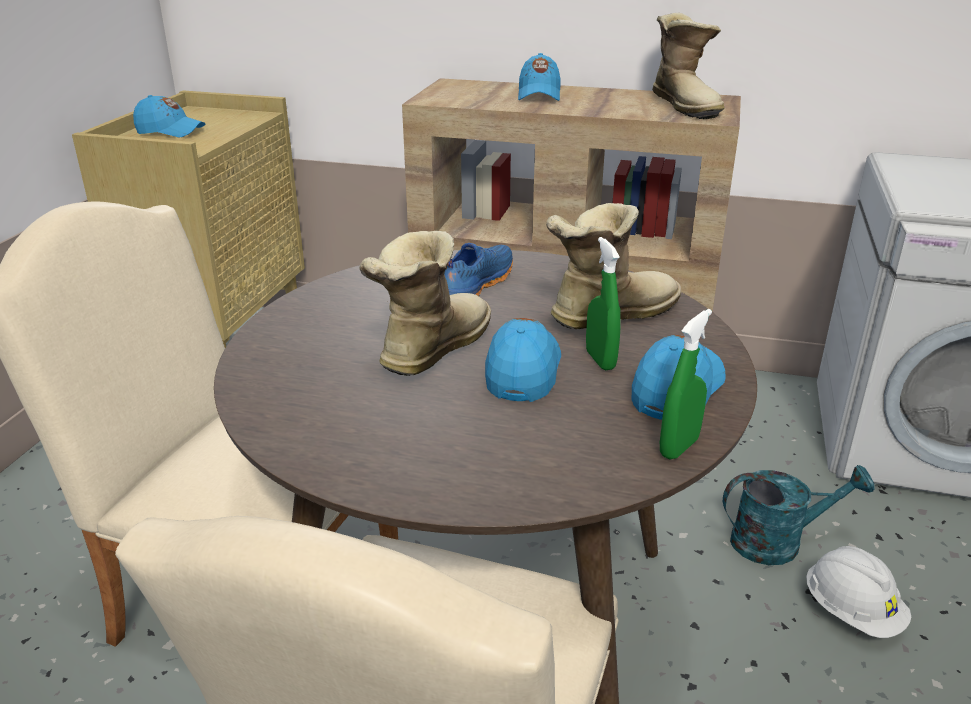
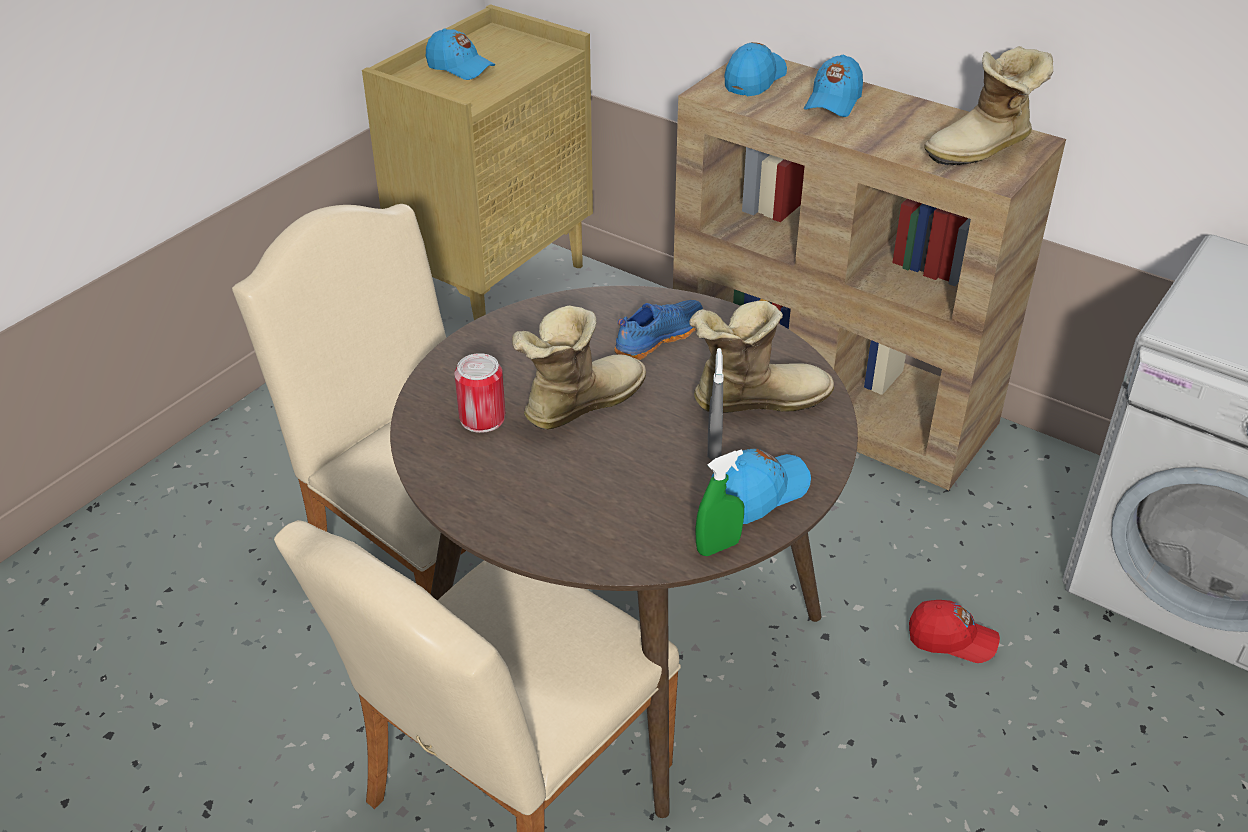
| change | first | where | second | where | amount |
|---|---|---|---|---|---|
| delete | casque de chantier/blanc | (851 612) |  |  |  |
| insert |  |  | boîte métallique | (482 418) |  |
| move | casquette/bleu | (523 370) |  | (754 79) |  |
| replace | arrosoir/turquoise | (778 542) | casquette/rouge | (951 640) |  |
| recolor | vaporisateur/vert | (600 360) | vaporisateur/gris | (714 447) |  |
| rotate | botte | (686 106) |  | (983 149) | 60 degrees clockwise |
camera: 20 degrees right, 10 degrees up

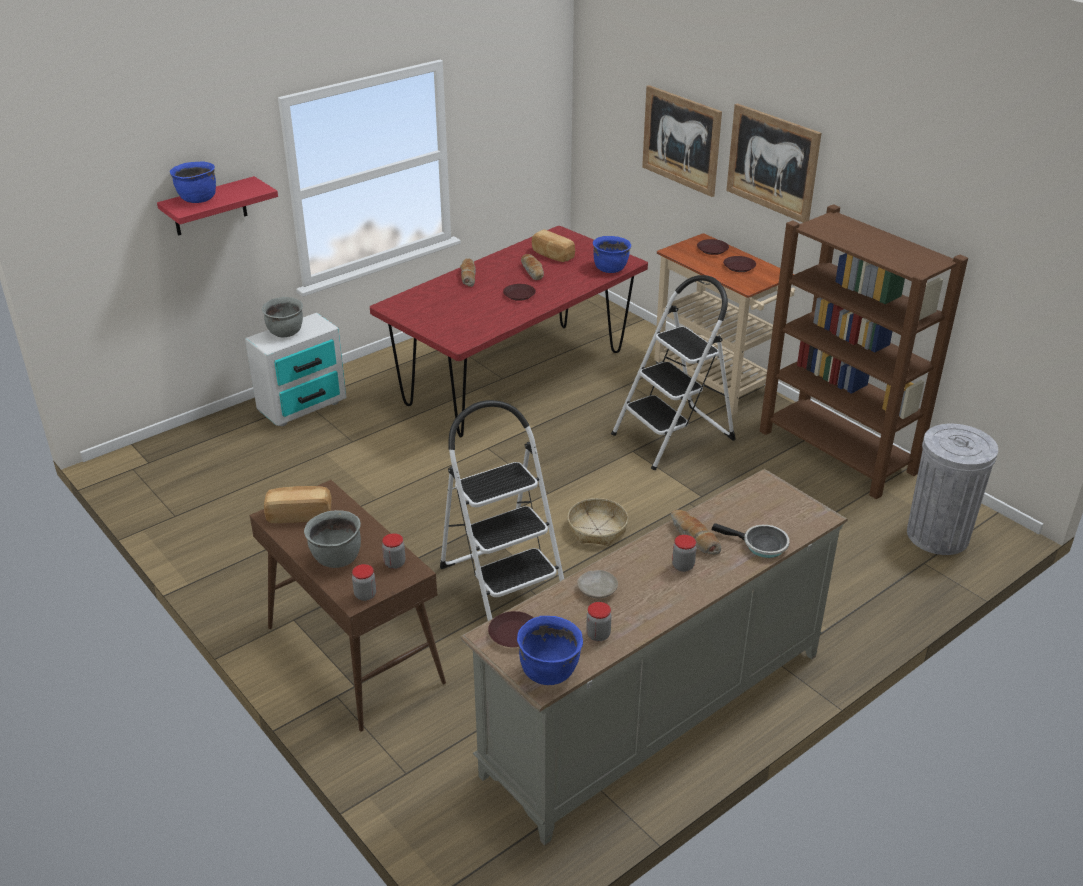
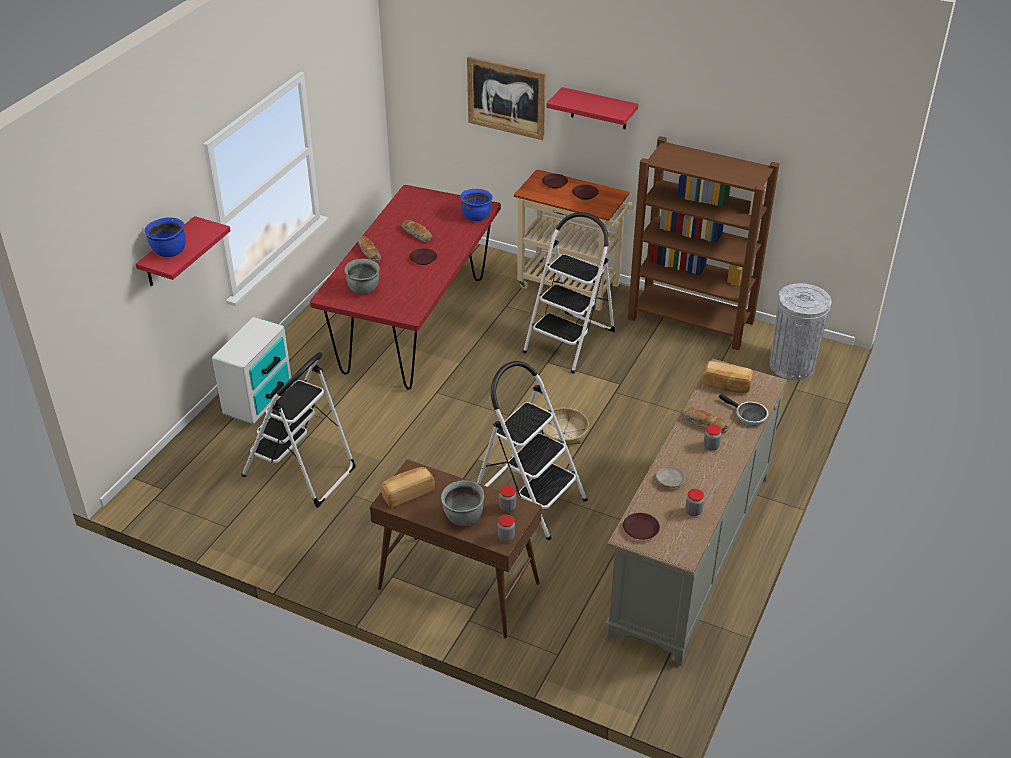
| change | first | where | second | where | amount |
|---|---|---|---|---|---|
| delete | marmite/bleu | (549 671) |  |  |  |
| insert |  |  | escabeau | (301 473) |  |
| move | marmite/gris | (286 332) |  | (364 289) |  |
| move | pain | (552 255) |  | (726 386) |  |
| replace | tableau | (772 162) | étagère/rouge | (599 109) |  |
| rotate | poêle | (761 545) |  | (748 416) | 45 degrees clockwise |
camera: 25 degrees left, 5 degrees up

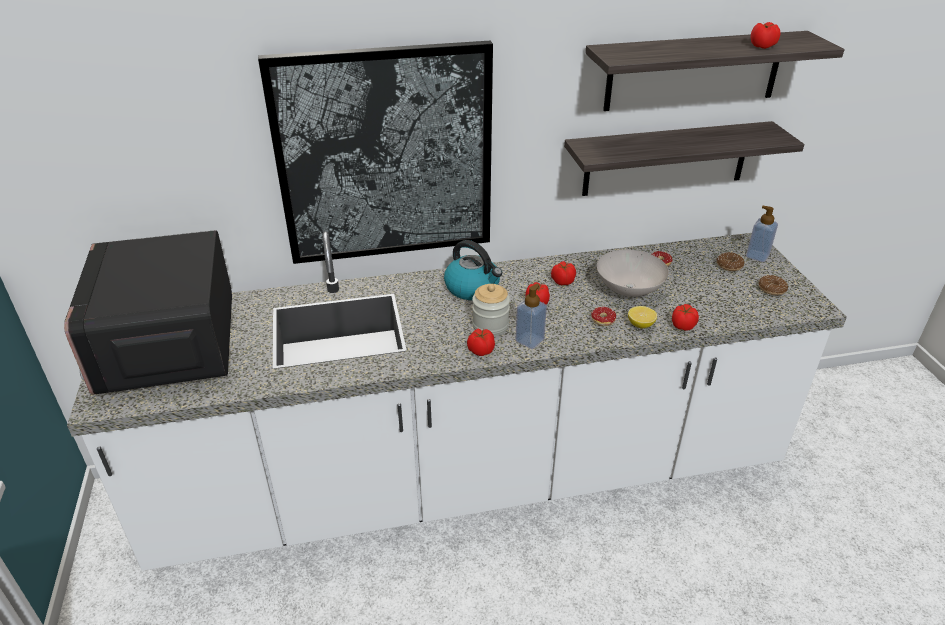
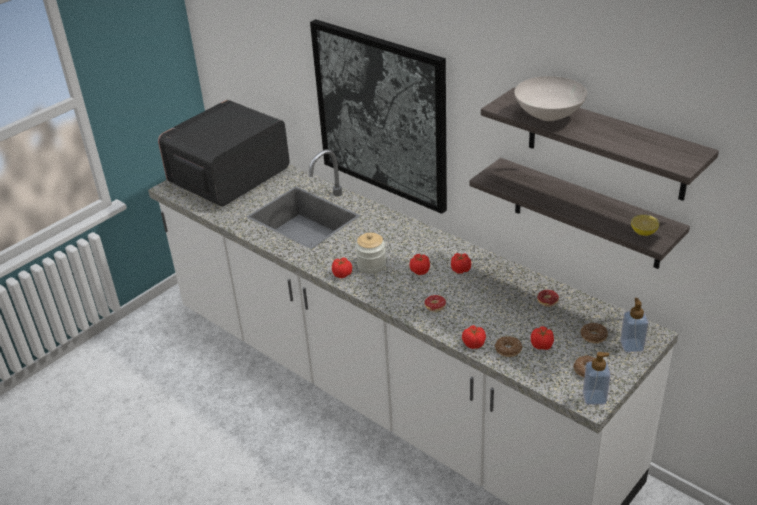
| change | first | where | second | where | amount |
|---|---|---|---|---|---|
| delete | bouilloire | (473 288) |  |  |  |
| insert |  |  | beignet | (508 350) |  |
| move | distributeur de savon | (529 340) |  | (594 397) |  |
| move | bol/blanc | (630 290) |  | (550 116) |  |
| move | citron | (640 325) |  | (643 233) |  |
| move | tomate | (762 46) |  | (542 345) |  |
camera: 55 degrees right, 0 degrees up

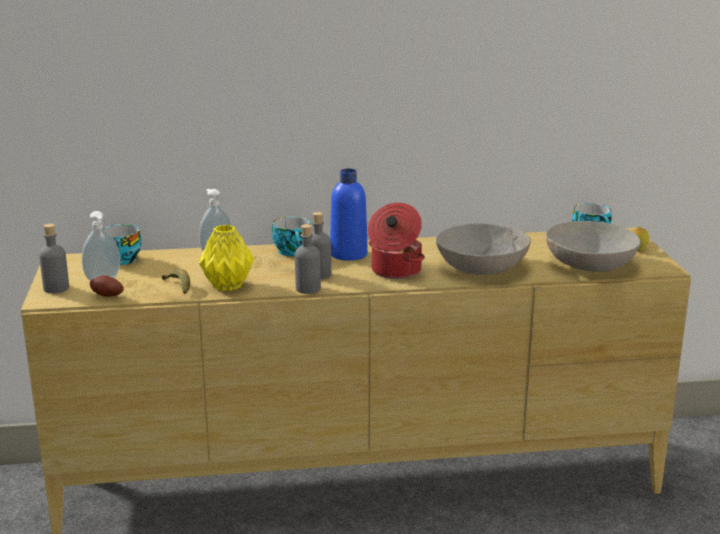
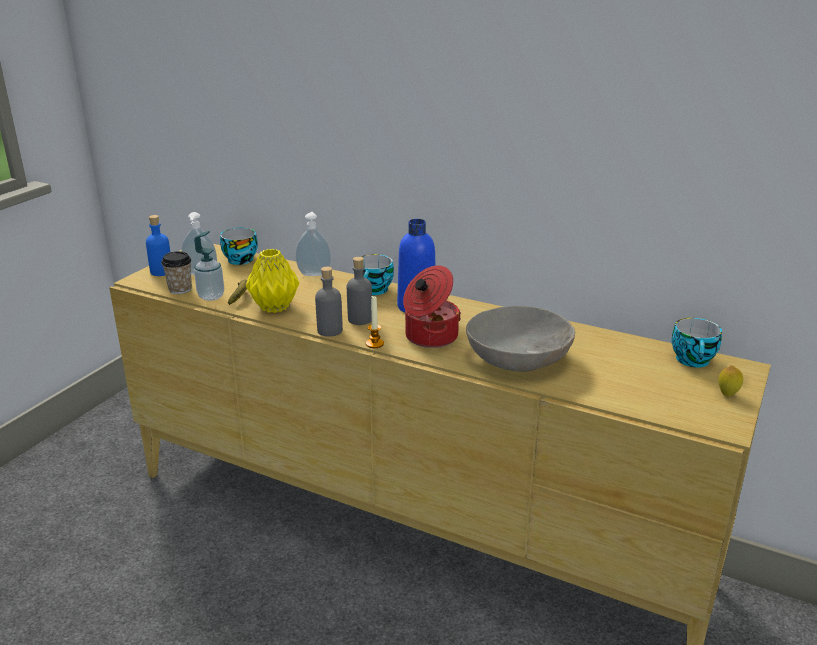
| change | first | where | second | where | amount |
|---|---|---|---|---|---|
| delete | bol/gris | (590 265) |  |  |  |
| insert |  |  | distributeur de savon | (211 296) |  |
| insert |  |  | bougie | (374 344) |  |
| replace | pomme de terre | (107 296) | tasse | (180 289) |  |
| recolor | bouteille/gris | (56 288) | bouteille/bleu | (161 271) |  |
camera: 35 degrees right, 5 degrees up

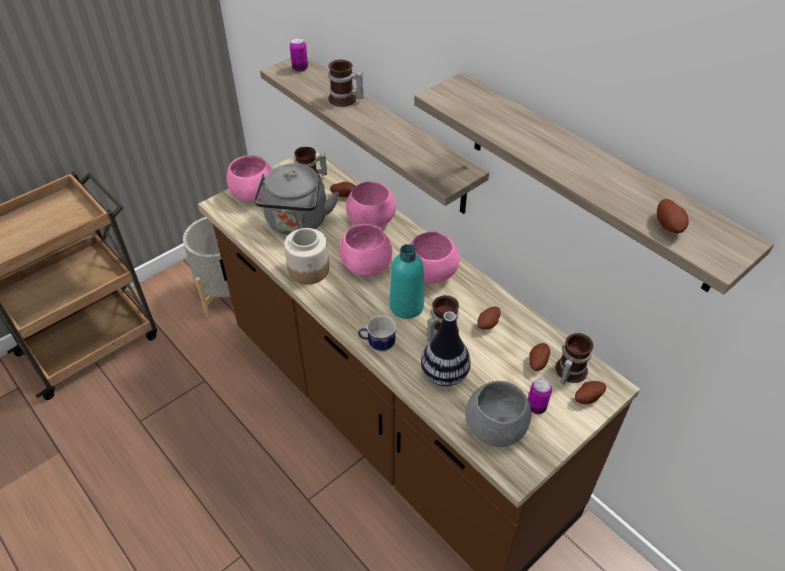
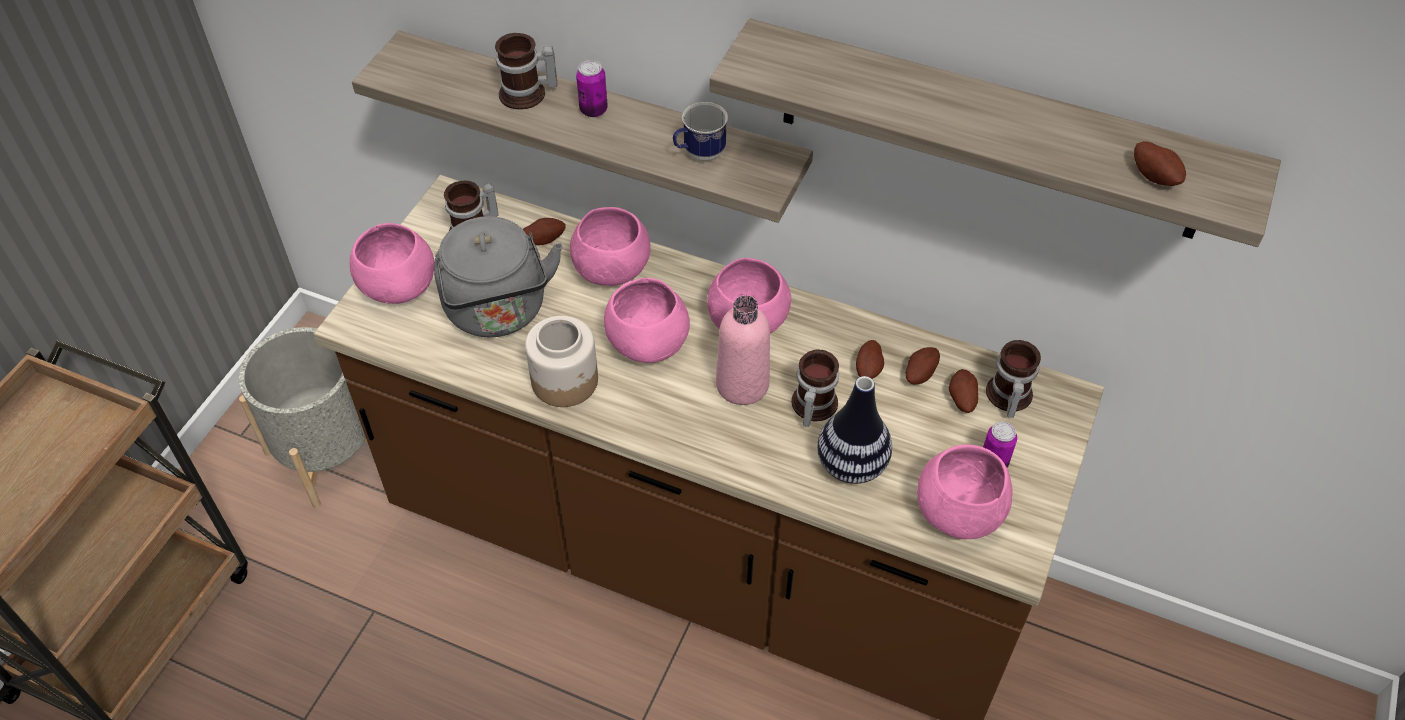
| change | first | where | second | where | amount |
|---|---|---|---|---|---|
| move | boîte métallique | (300 68) |  | (593 110) |  |
| move | mug | (377 345) |  | (699 154) |  |
| move | pomme de terre | (587 397) |  | (919 373) |  |
| recolor | bouteille/turquoise | (406 306) | bouteille/rose | (742 384) |  |
| recolor | bol/gris | (495 429) | bol/rose | (959 514) |  |
camera: 25 degrees left, 5 degrees up

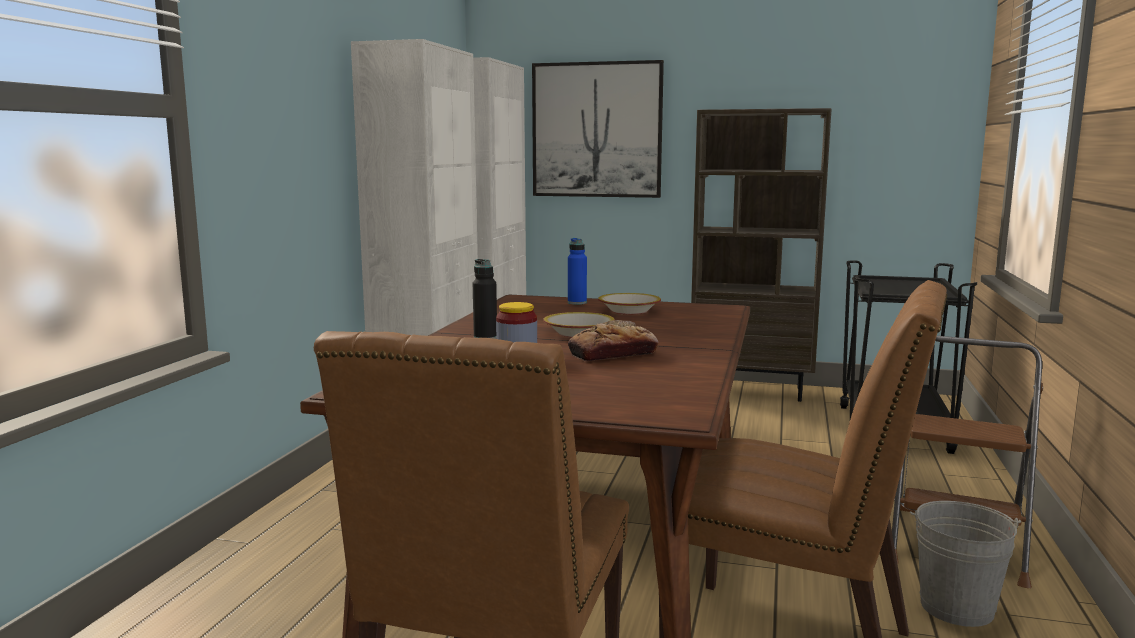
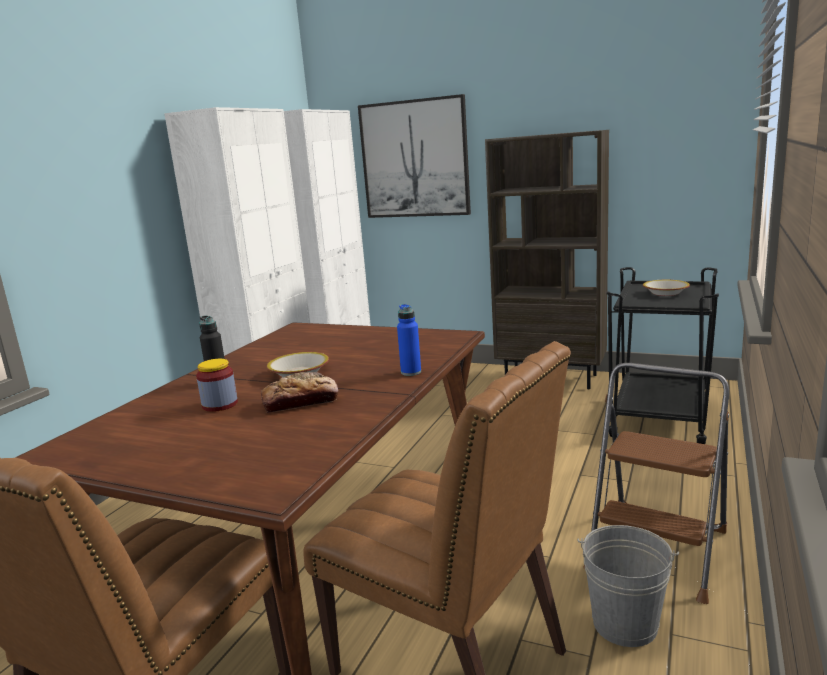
| change | first | where | second | where | amount |
|---|---|---|---|---|---|
| move | bouteille/bleu | (577 303) |  | (411 372) |  |
| move | bol | (629 311) |  | (665 293) |  |
camera: 10 degrees right, 5 degrees up

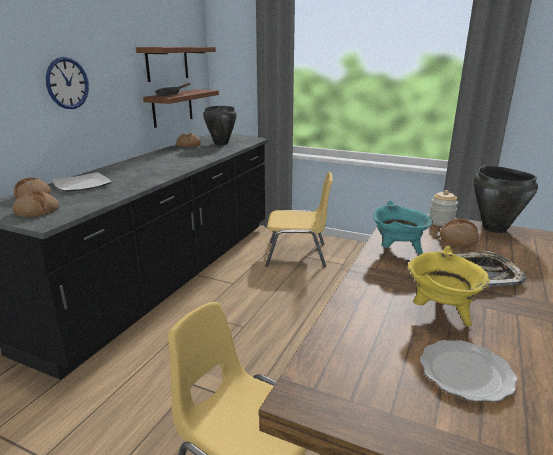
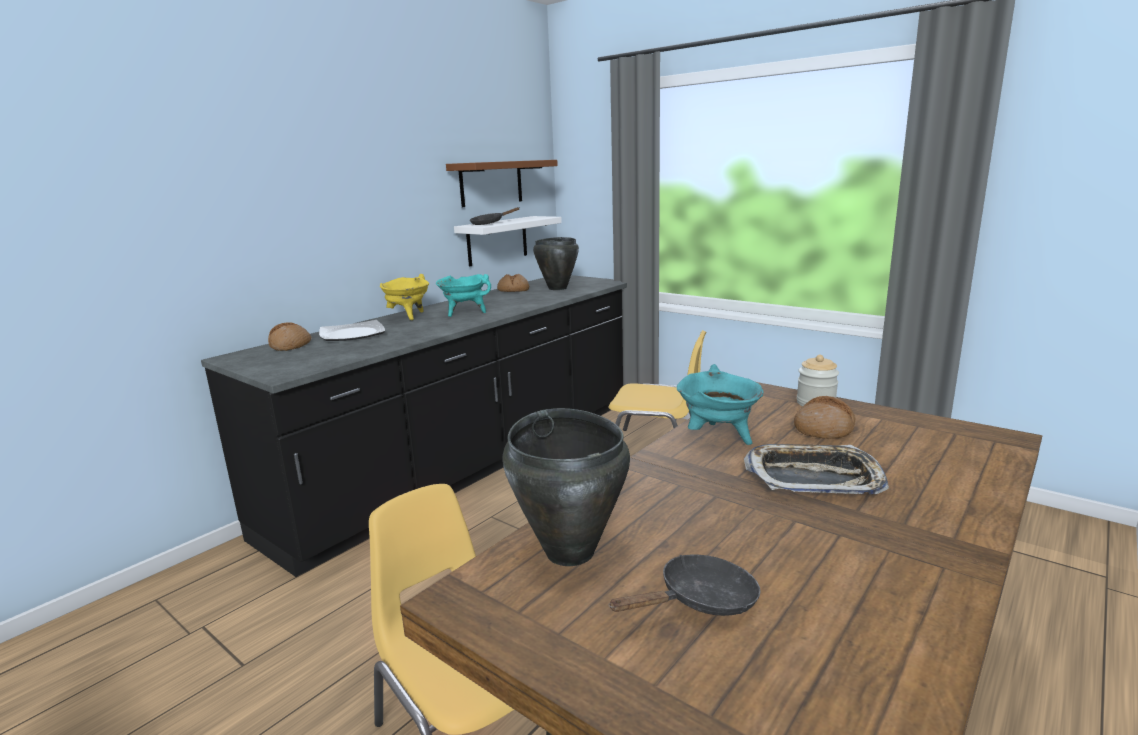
| change | first | where | second | where | amount |
|---|---|---|---|---|---|
| delete | pain | (37 211) |  |  |  |
| delete | horloge murale | (67 83) |  |  |  |
| insert |  |  | marmite/turquoise | (464 313) |  |
| move | marmite/jaune | (441 313) |  | (408 316) |  |
| move | marmite/noir | (494 228) |  | (570 551) |  |
| replace | assiette | (466 373) | poêle/noir | (700 601) |  |
| recolor | étagère/marron | (172 108) | étagère/blanc | (497 240) |  |
camera: 15 degrees right, 5 degrees down

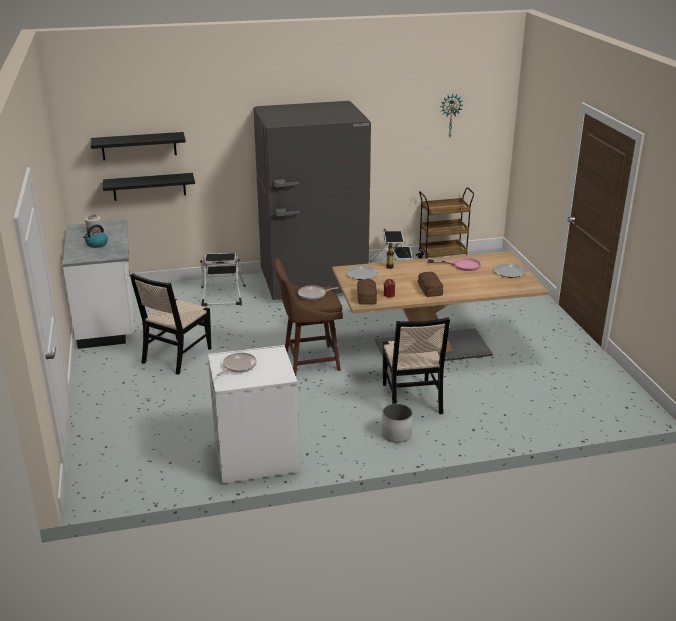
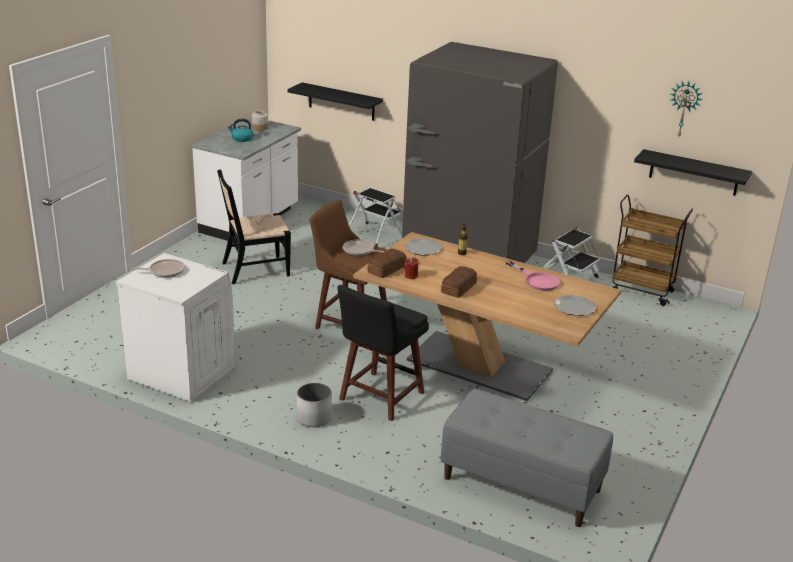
| change | first | where | second | where | amount |
|---|---|---|---|---|---|
| insert |  |  | banc/gris | (520 484) |  |
| move | étagère/noir | (139 146) |  | (694 172) |  |
| replace | chaise | (411 399) | tabouret/noir | (379 397) |  |
camera: 40 degrees right, 0 degrees up

